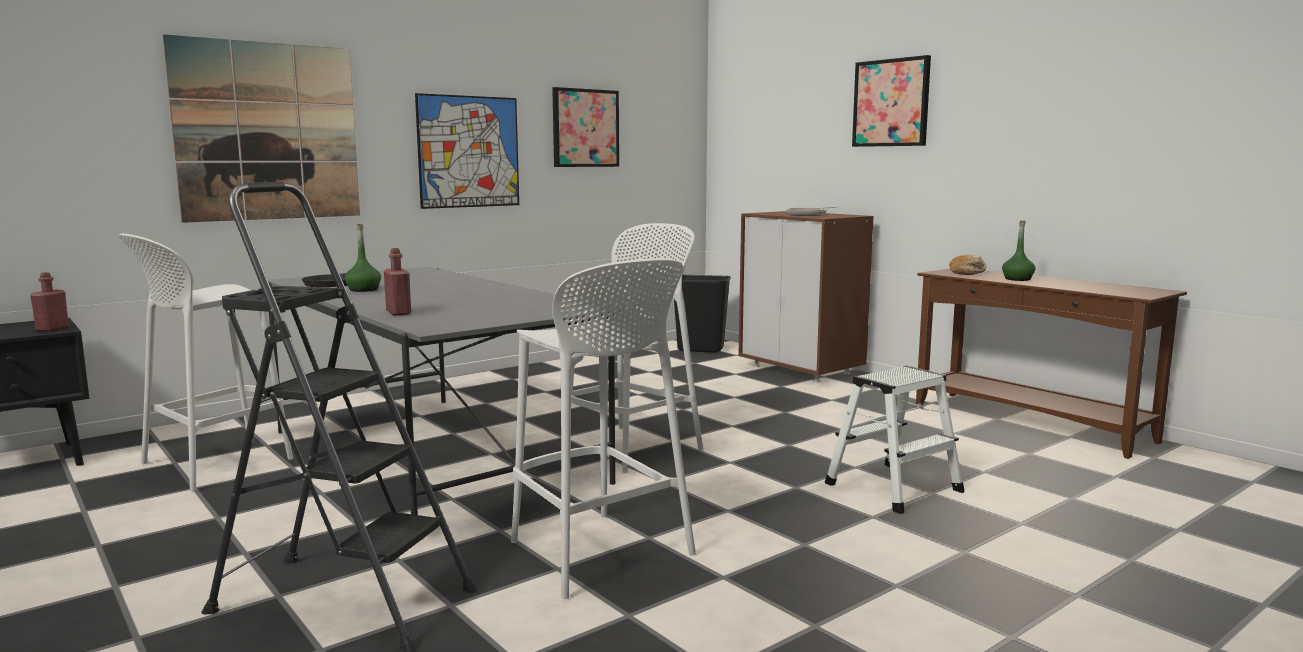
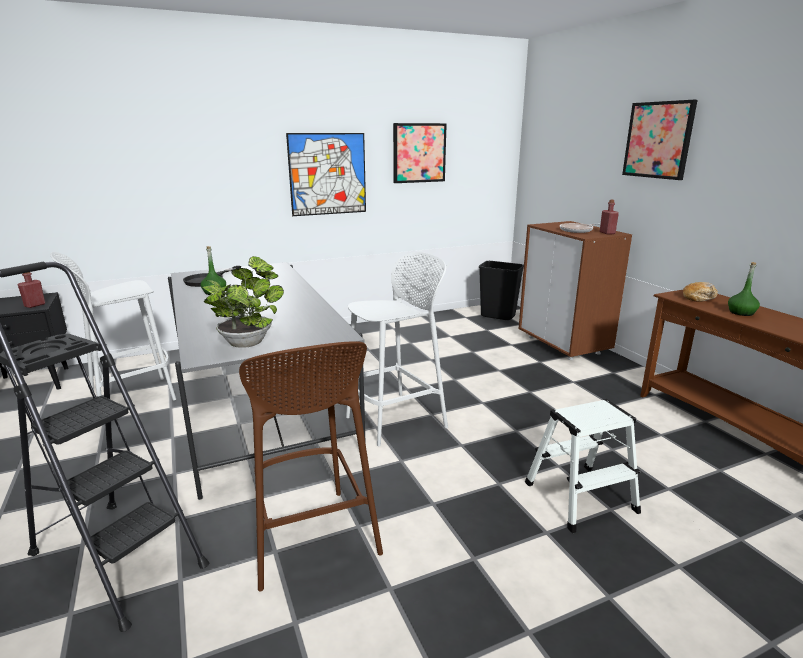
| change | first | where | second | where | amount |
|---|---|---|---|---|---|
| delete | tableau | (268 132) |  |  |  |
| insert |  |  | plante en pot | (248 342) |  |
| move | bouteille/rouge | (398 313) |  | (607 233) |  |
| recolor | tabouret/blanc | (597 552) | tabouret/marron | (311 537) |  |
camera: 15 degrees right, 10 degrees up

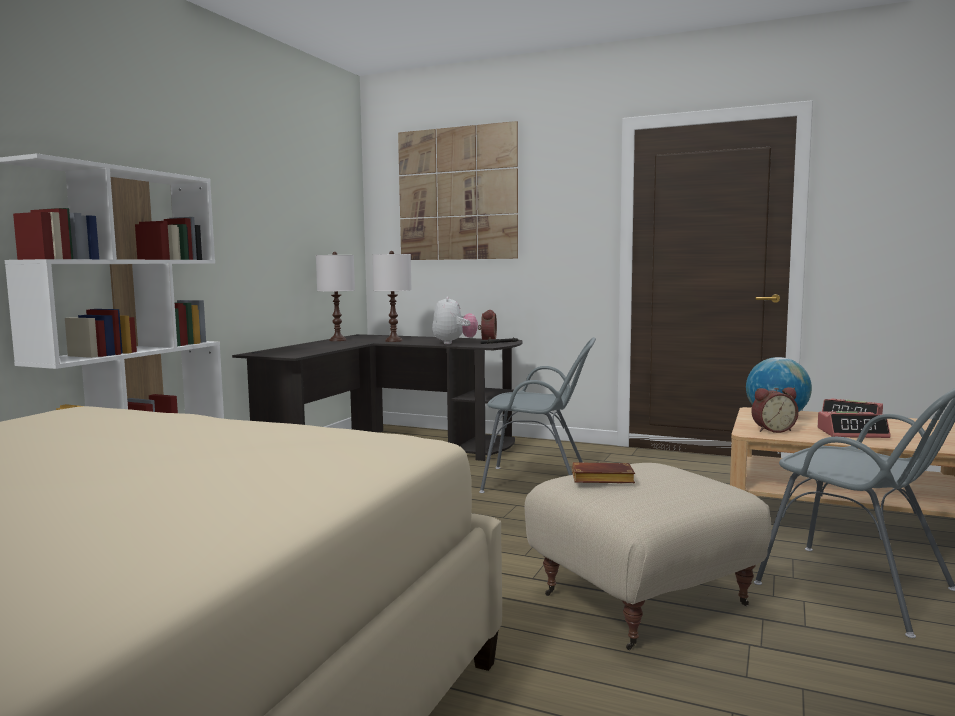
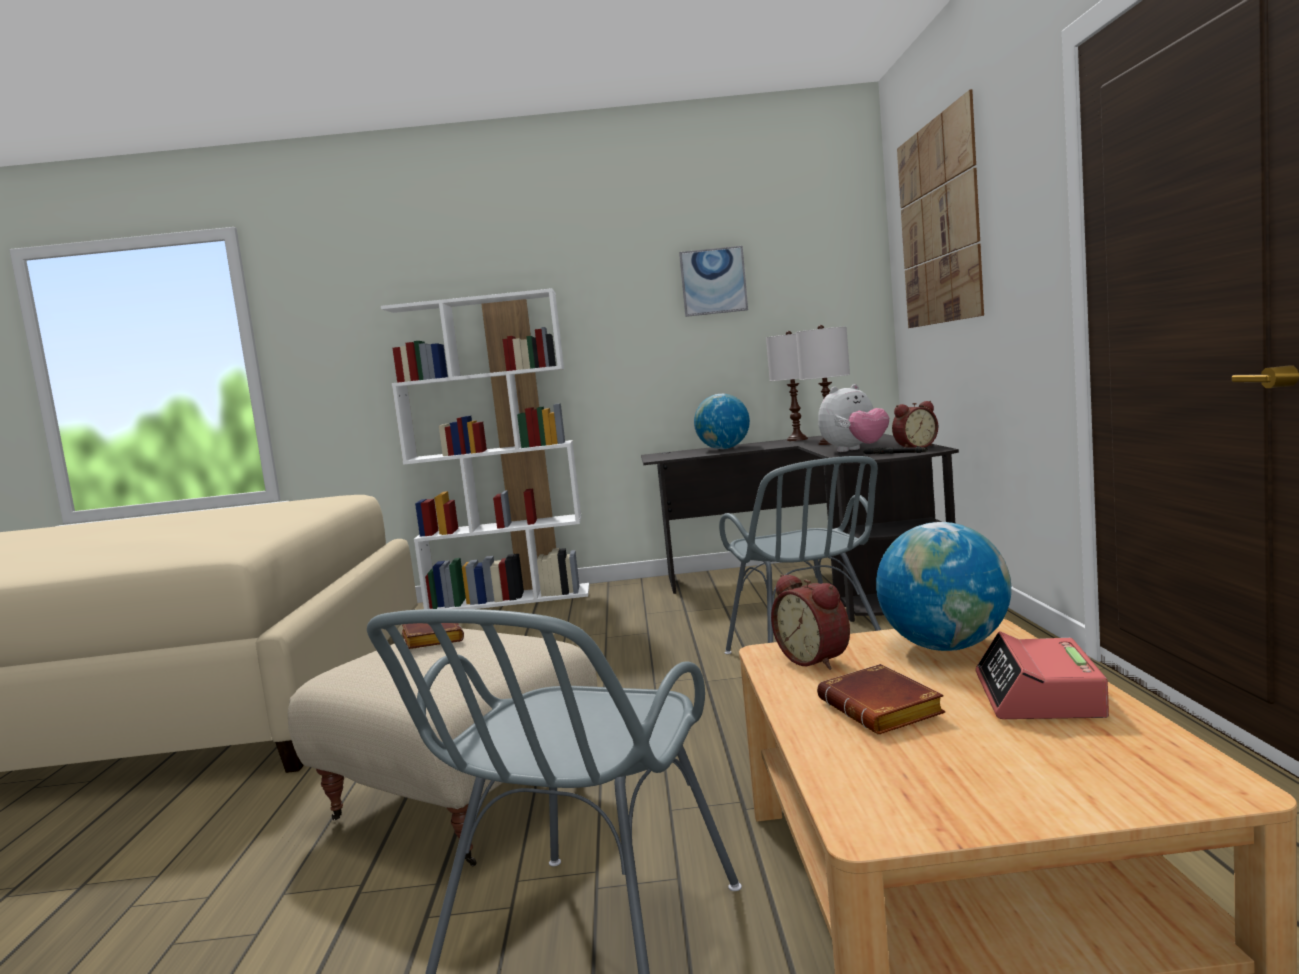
| change | first | where | second | where | amount |
|---|---|---|---|---|---|
| insert |  |  | tableau | (713 281) |  |
| insert |  |  | globe | (724 448) |  |
| replace | réveil | (852 433) | livre/marron | (884 710) |  |
camera: 65 degrees right, 0 degrees up

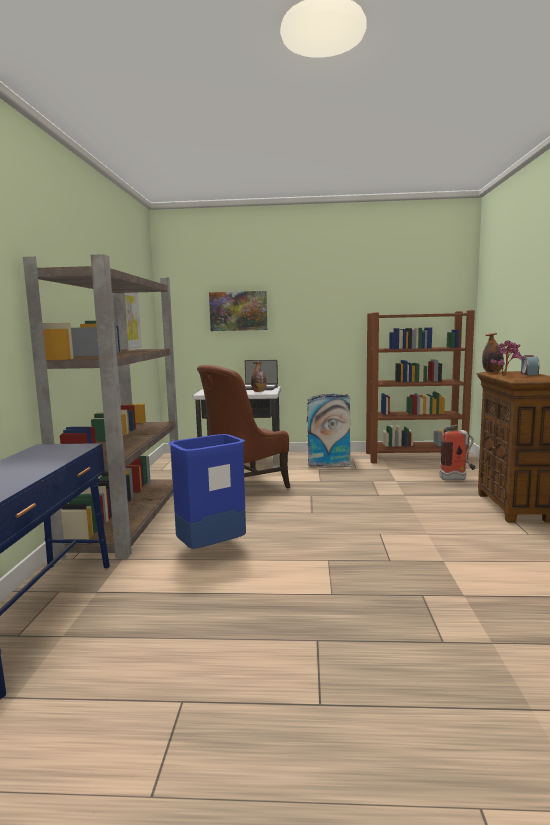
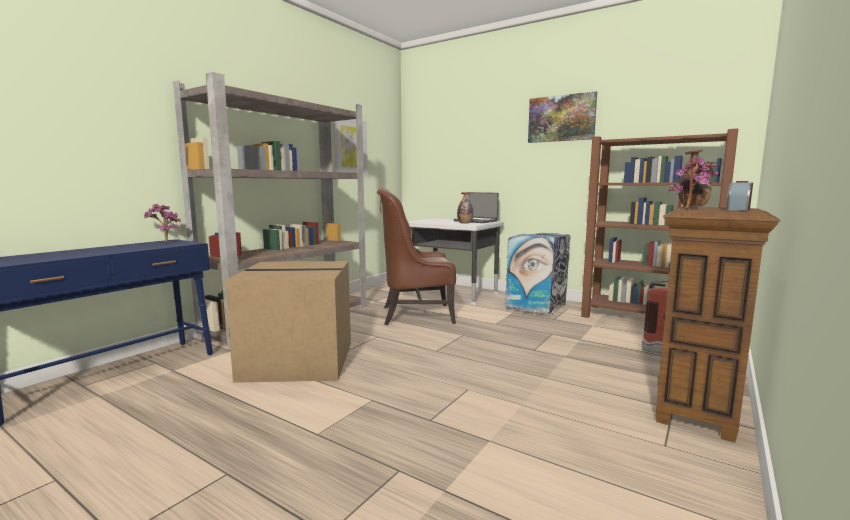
| change | first | where | second | where | amount |
|---|---|---|---|---|---|
| insert |  |  | plante en pot | (164 241) |  |
| move | tableau | (238 311) |  | (561 118) |  |
| replace | poubelle/bleu | (211 548) | carton | (300 360) |  |
camera: 30 degrees right, 0 degrees up

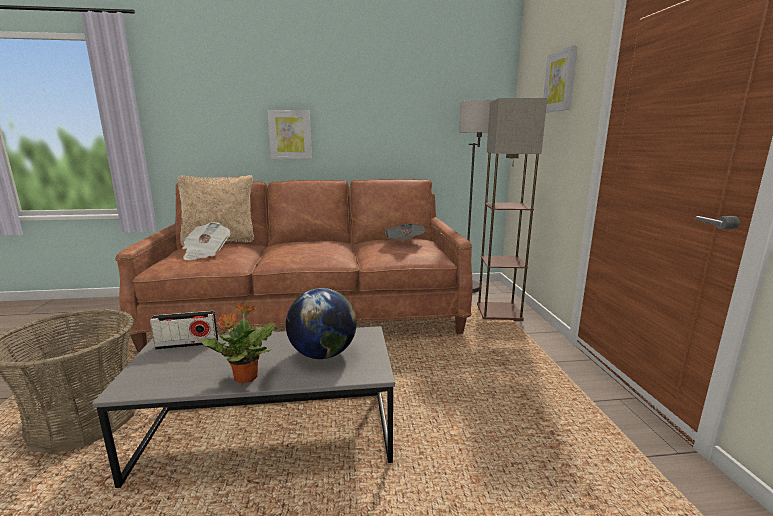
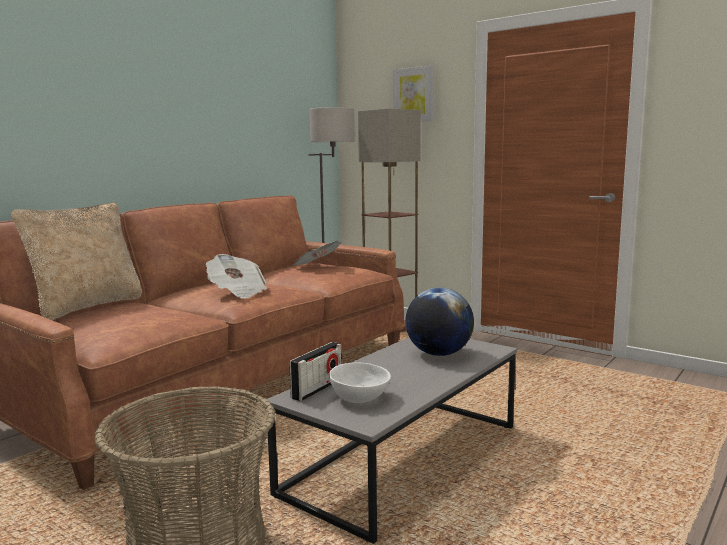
| change | first | where | second | where | amount |
|---|---|---|---|---|---|
| delete | plante en pot | (245 378) |  |  |  |
| delete | tableau | (290 134) |  |  |  |
| insert |  |  | bol/blanc | (358 397) |  |
| move | journal | (206 253) |  | (237 292) |  |
camera: 45 degrees left, 5 degrees down

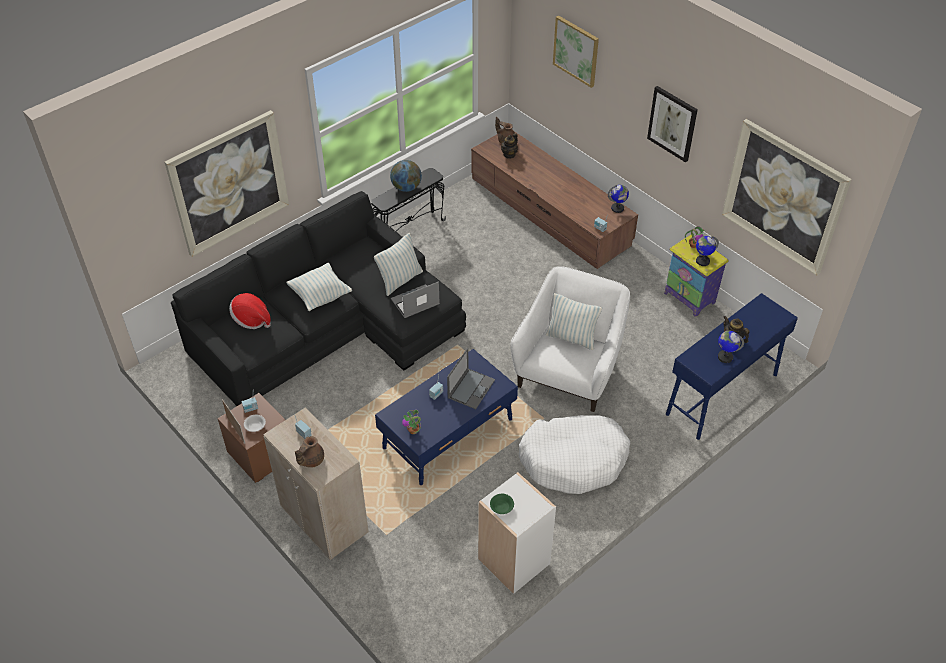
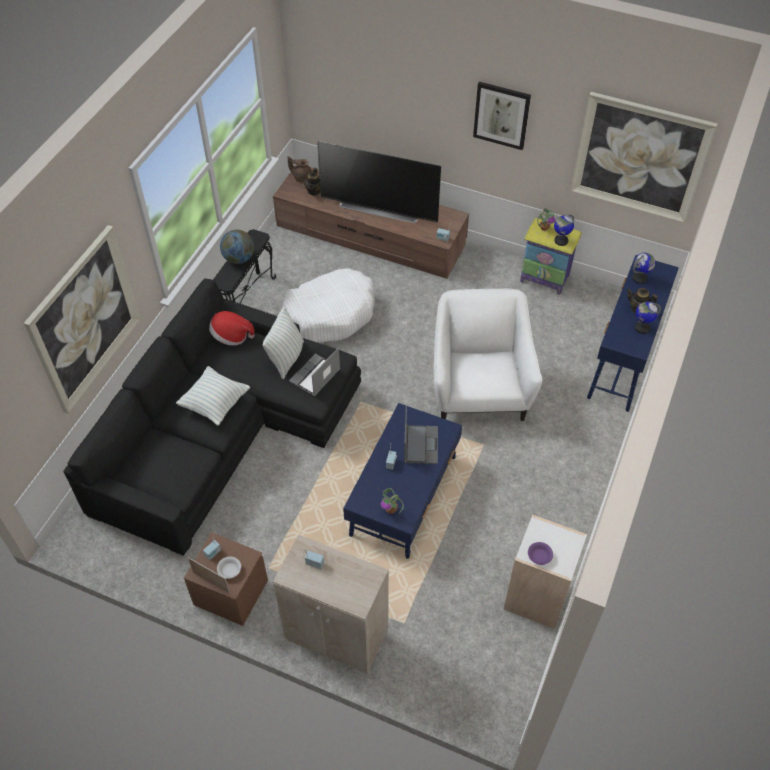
| change | first | where | second | where | amount |
|---|---|---|---|---|---|
| delete | théière/marron | (310 460) |  |  |  |
| delete | coussin | (571 338) |  |  |  |
| delete | tableau | (576 51) |  |  |  |
| insert |  |  | téléviseur | (380 208) |  |
| move | chapeau | (251 319) |  | (231 336) |  |
| move | panier pour chien/blanc | (574 460) |  | (330 313) |  |
| move | globe | (617 208) |  | (639 278) |  |
| recolor | bol/vert | (502 507) | bol/violet | (539 556) |  |
camera: 25 degrees left, 5 degrees up

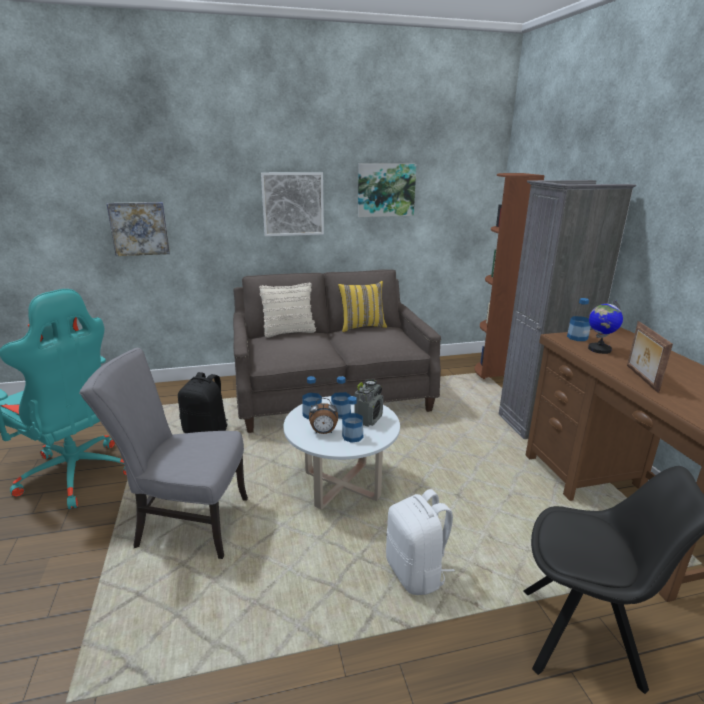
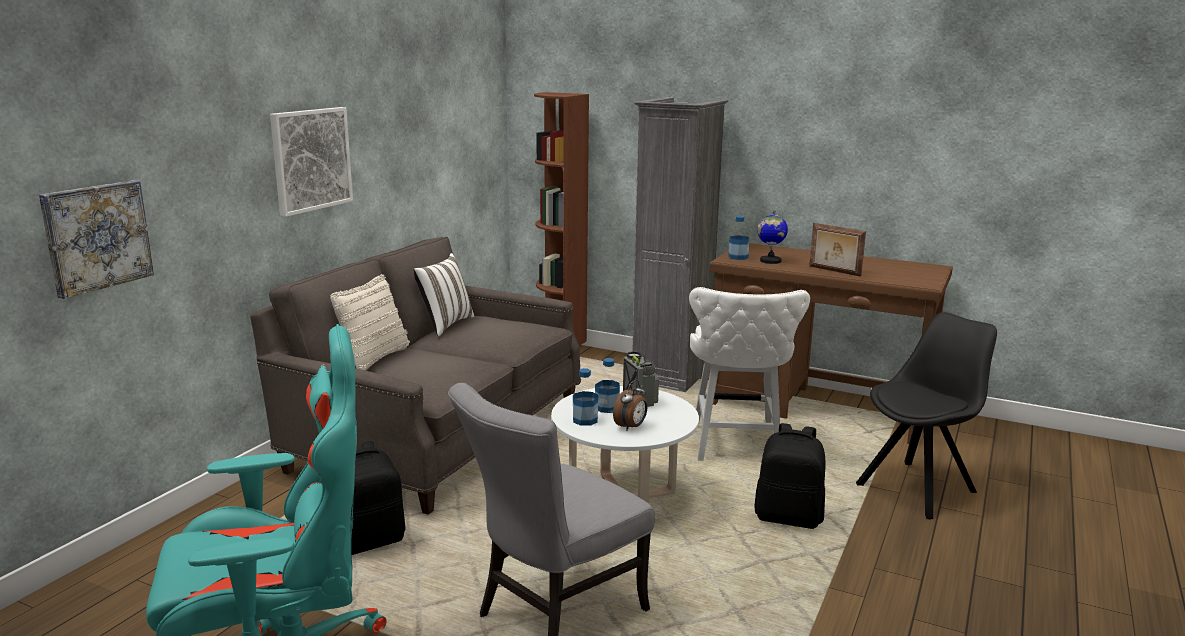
| change | first | where | second | where | amount |
|---|---|---|---|---|---|
| delete | bouteille | (352 436) |  |  |  |
| delete | tableau | (386 190) |  |  |  |
| insert |  |  | tabouret/blanc | (735 447) |  |
| recolor | coussin/jaune | (362 327) | coussin/blanc | (445 325) |  |
| recolor | sac à dos/blanc | (416 573) | sac à dos/noir | (789 517) |  |
camera: 50 degrees left, 5 degrees down

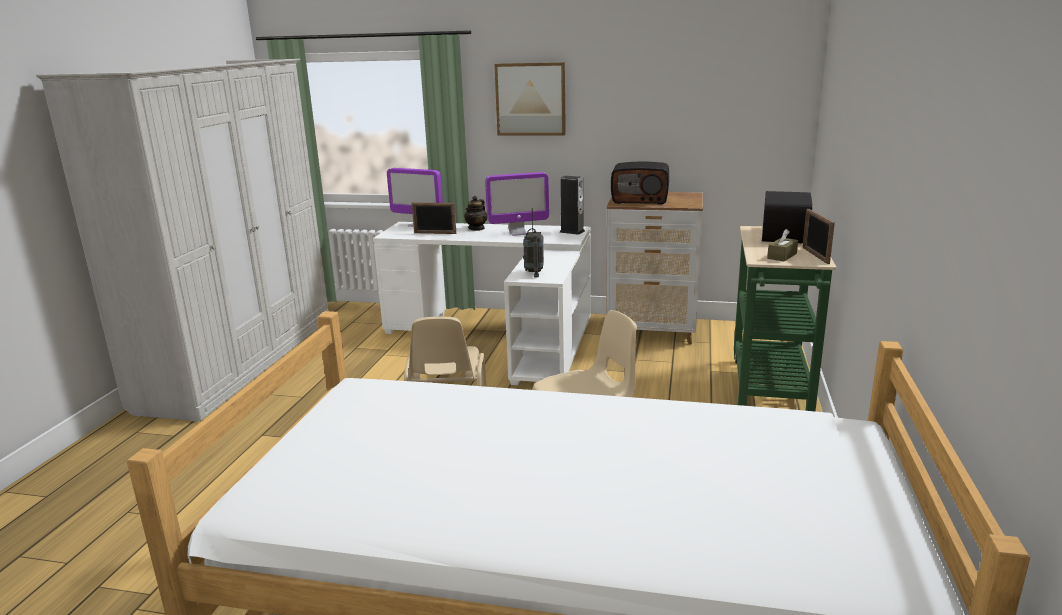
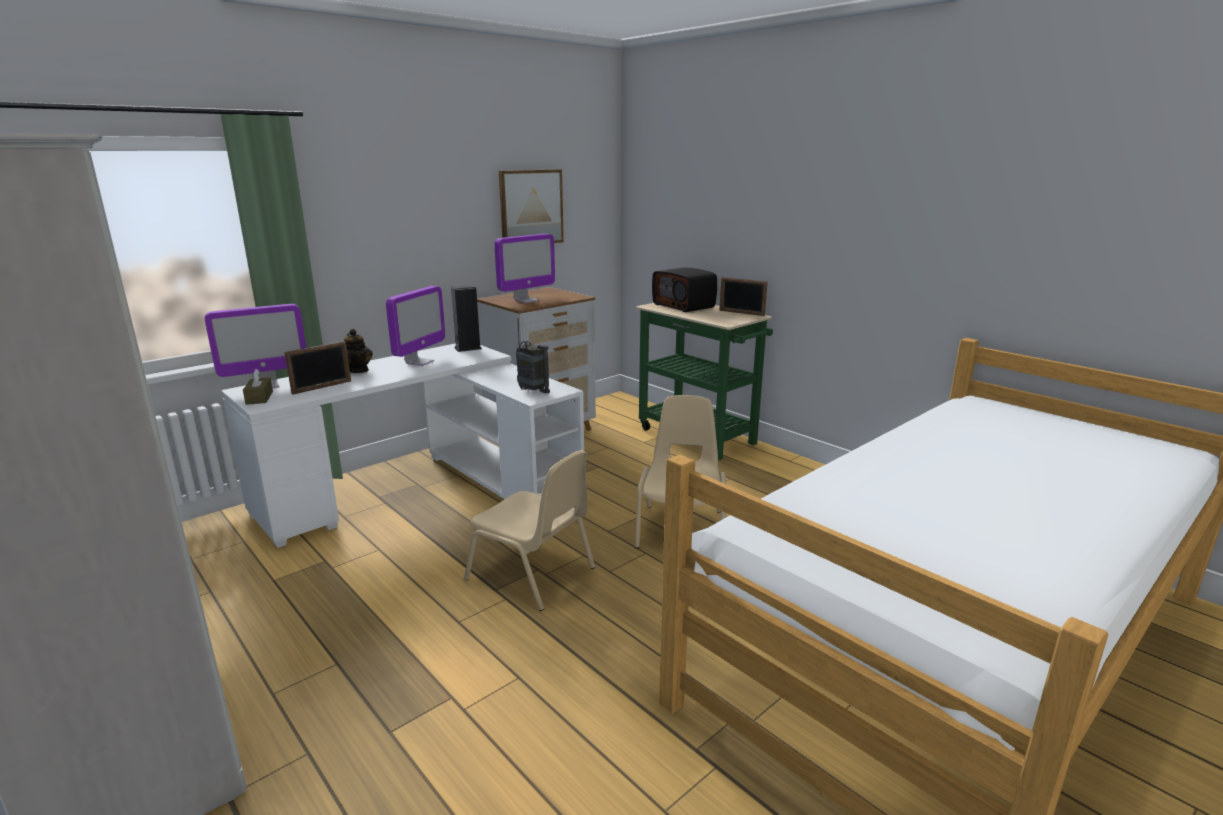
| change | first | where | second | where | amount |
|---|---|---|---|---|---|
| move | tableau | (530 99) |  | (531 208) |  |
| move | boîte à mouchoirs/marron | (782 256) |  | (259 398) |  |
| replace | radio | (640 199) | écran d'ordinateur | (526 300) |  |
camera: 55 degrees left, 0 degrees up

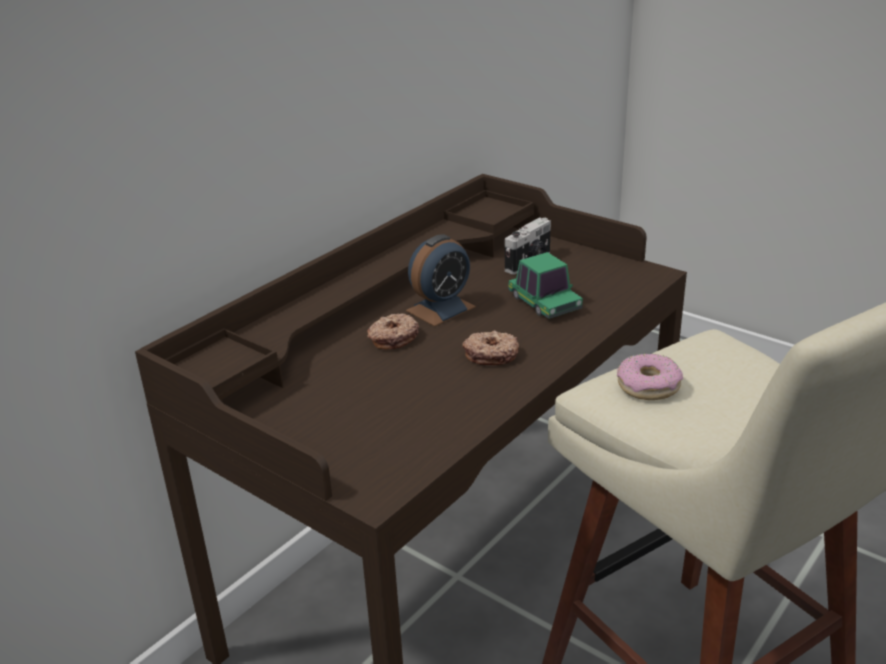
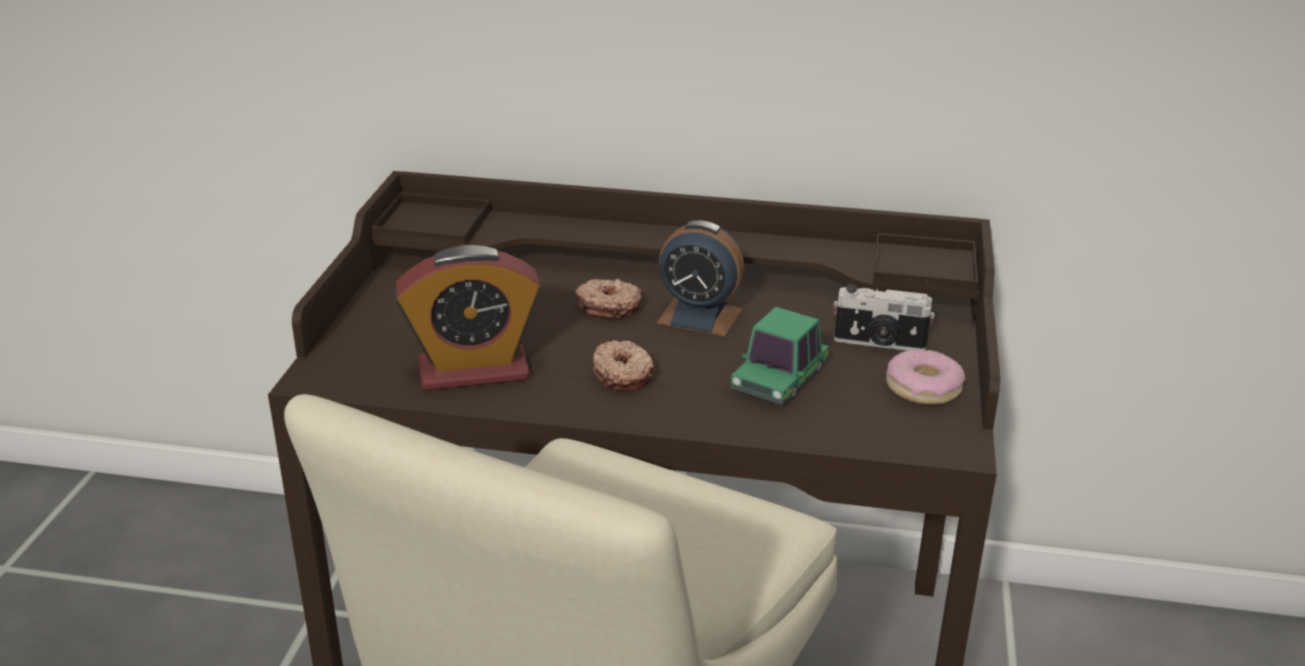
| change | first | where | second | where | amount |
|---|---|---|---|---|---|
| insert |  |  | réveil | (473 371) |  |
| move | beignet | (648 386) |  | (923 388) |  |
camera: 60 degrees right, 0 degrees up

